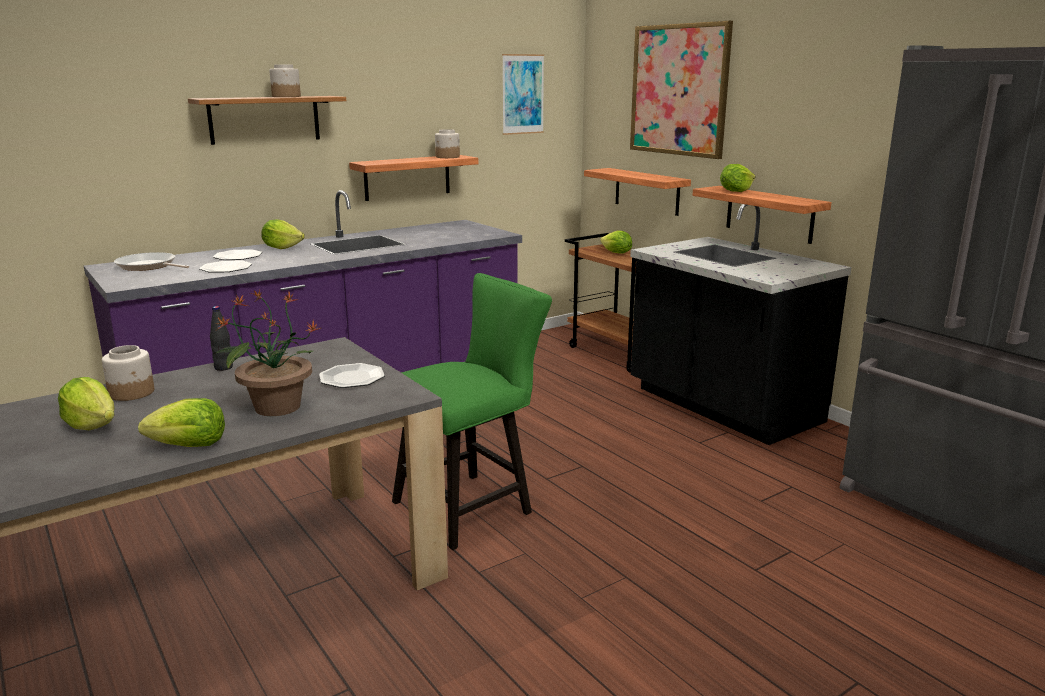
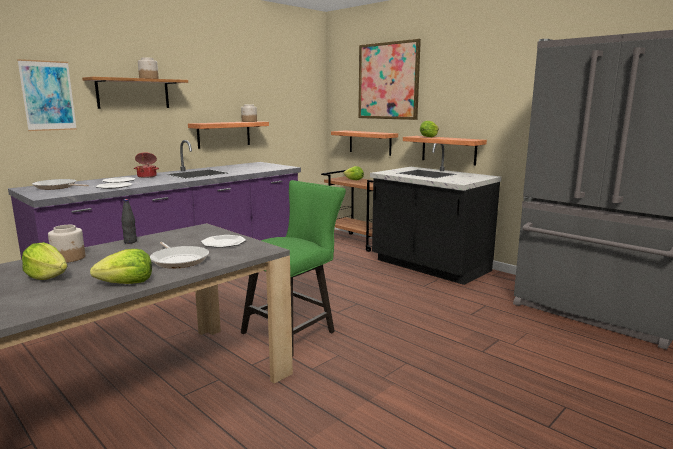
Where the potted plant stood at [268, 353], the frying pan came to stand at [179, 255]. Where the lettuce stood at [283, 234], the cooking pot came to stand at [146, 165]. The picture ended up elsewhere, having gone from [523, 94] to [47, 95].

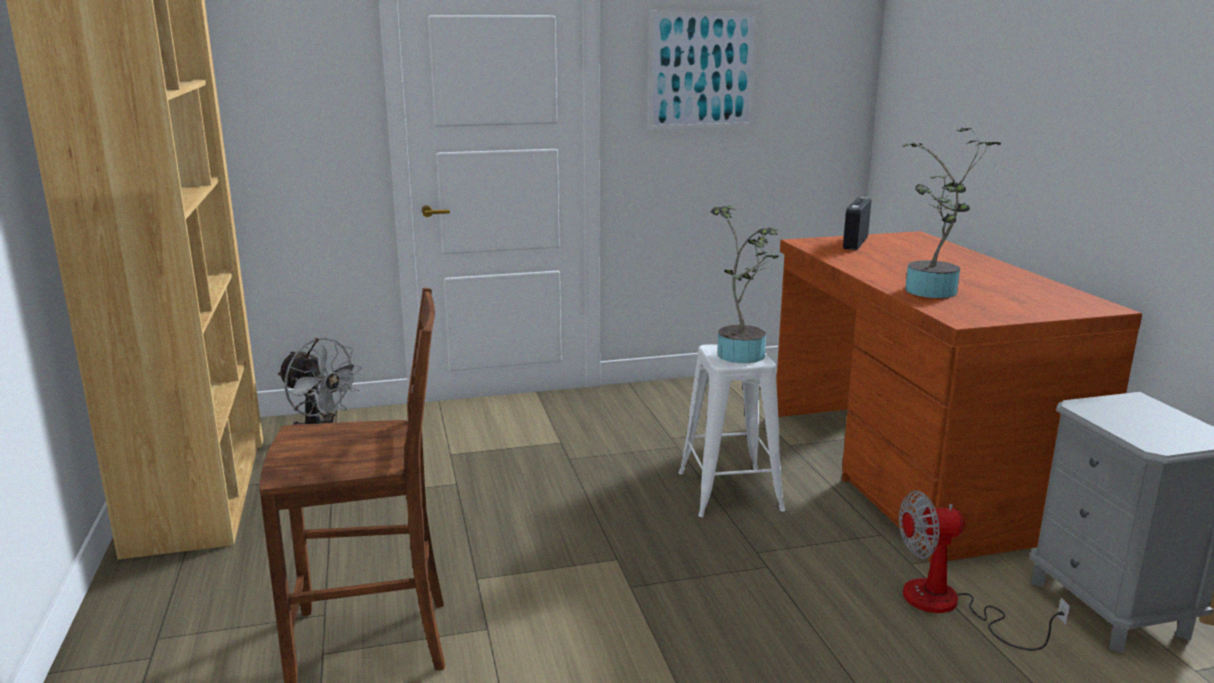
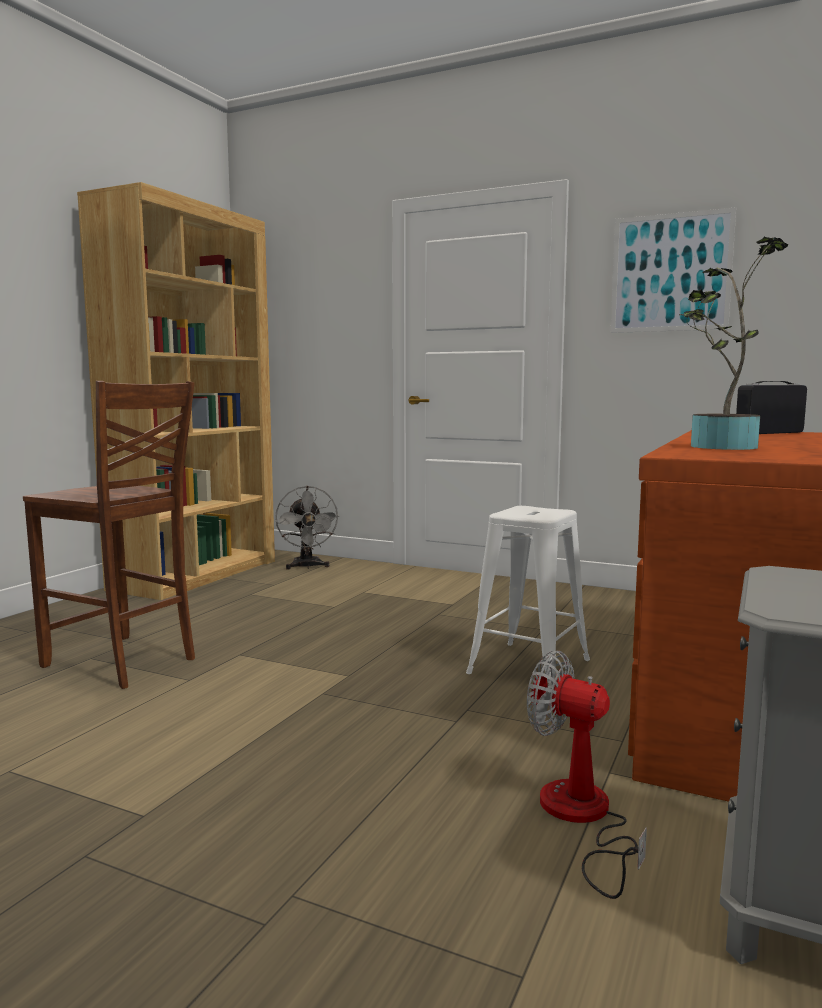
The second view lost the potted plant at [745, 284].

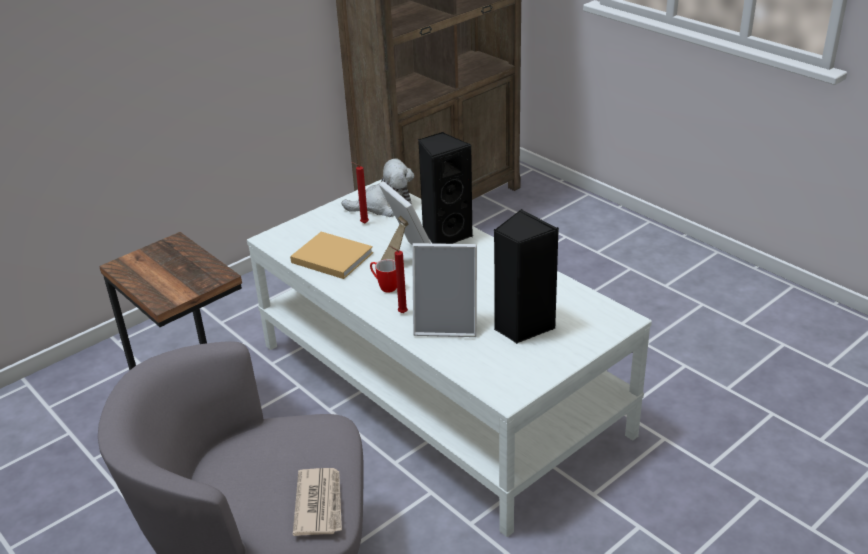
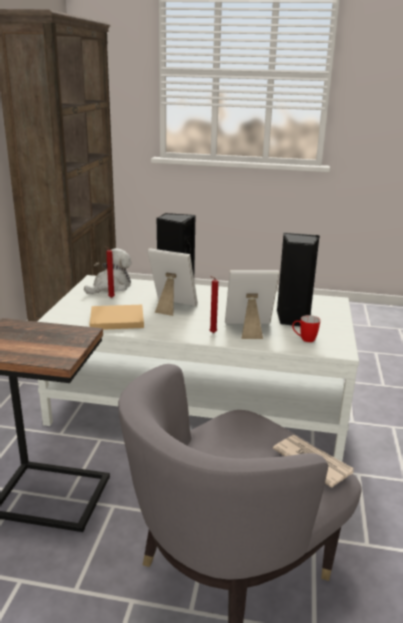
The mug ended up elsewhere, having gone from [383, 276] to [306, 328]. The picture frame at [444, 290] ended up facing another way, 150 degrees counterclockwise from before.

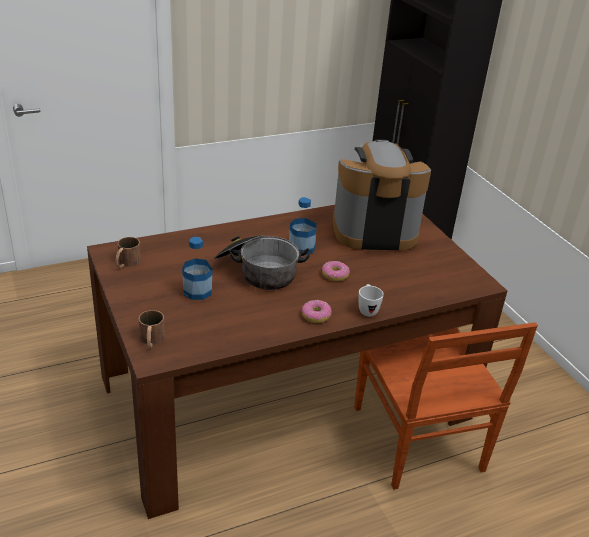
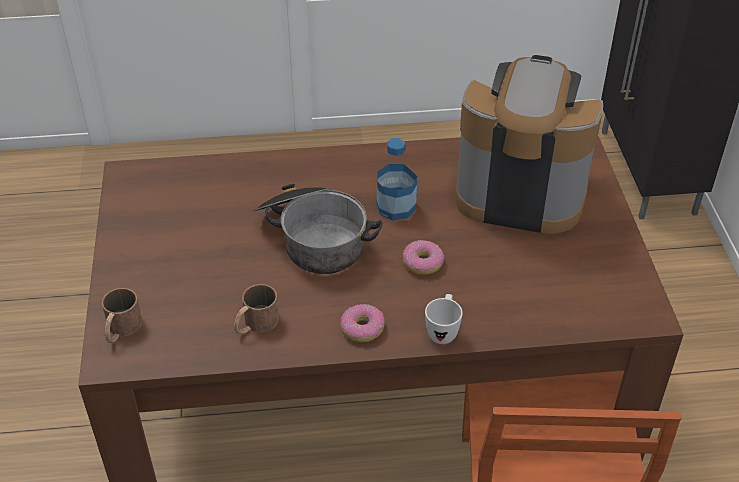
The brown mug ended up elsewhere, having gone from [128, 252] to [256, 309]. The second view lost the bottle at [197, 268].

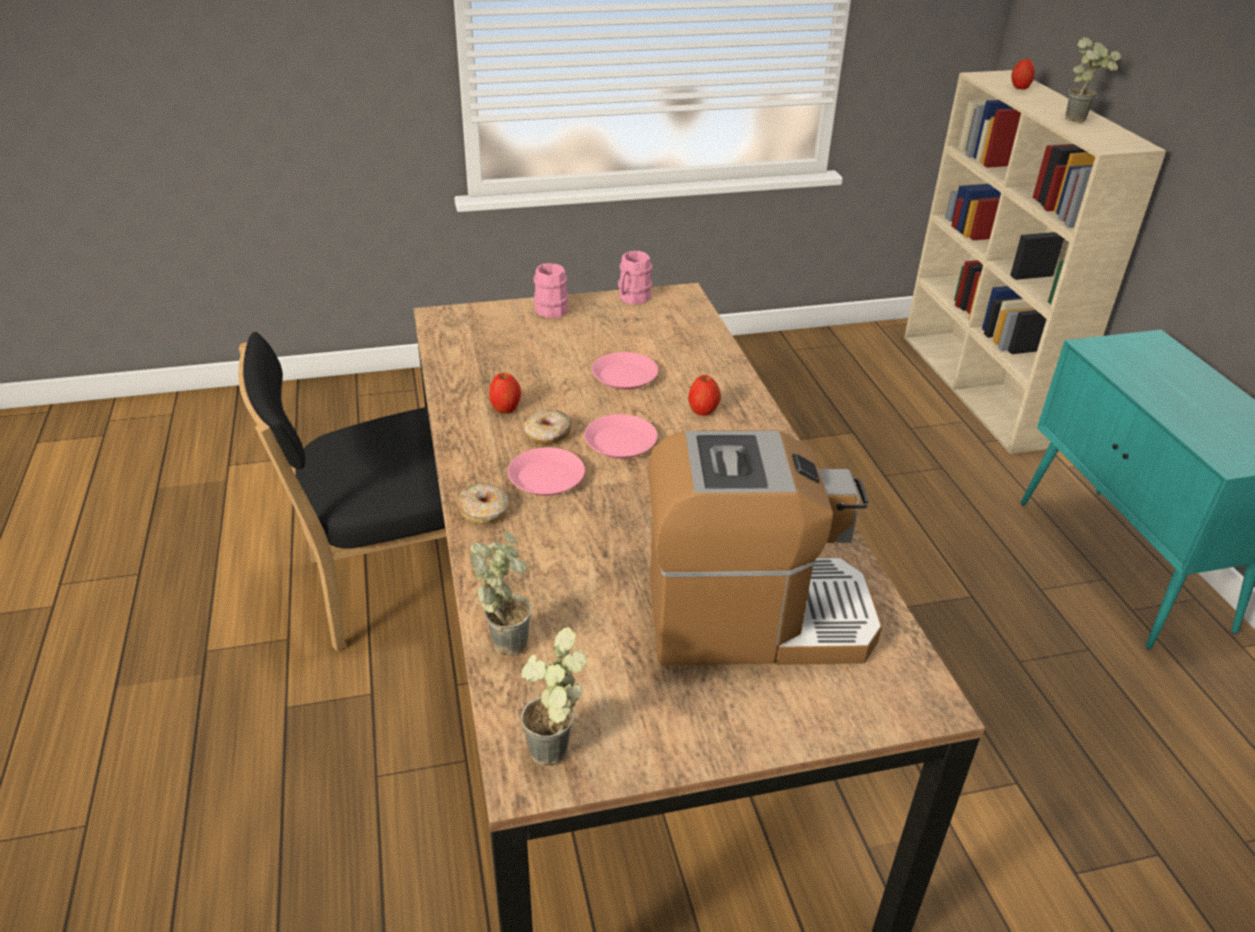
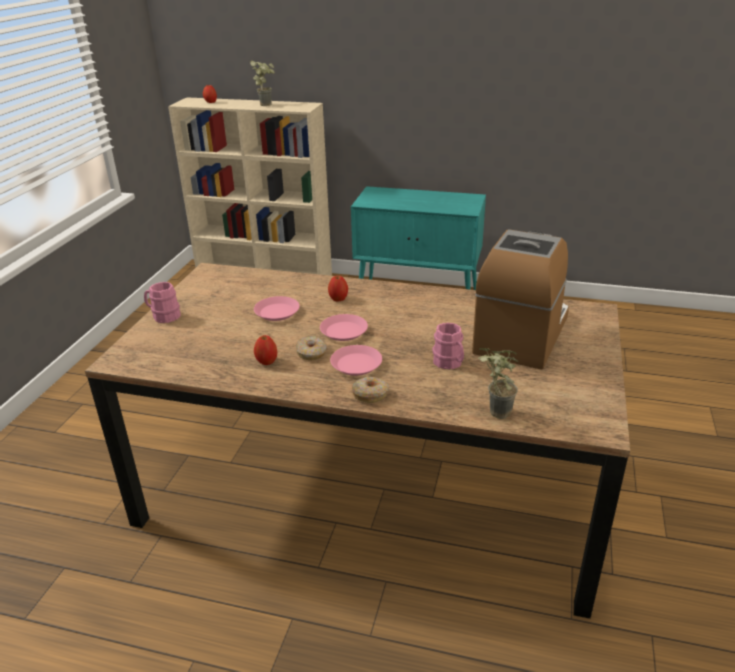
The second view lost the black chair at [342, 491]. The second view lost the potted plant at [554, 696]. The pink mug ended up elsewhere, having gone from [635, 278] to [448, 346].

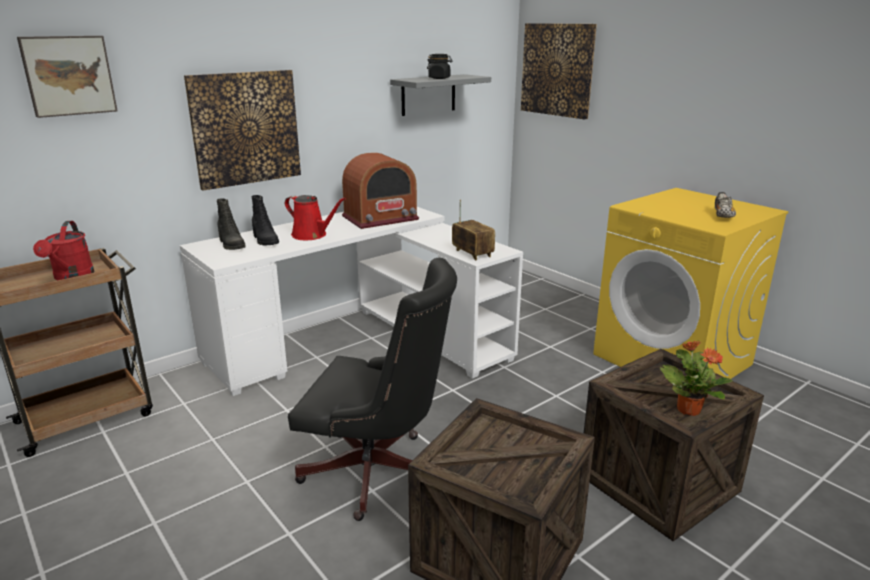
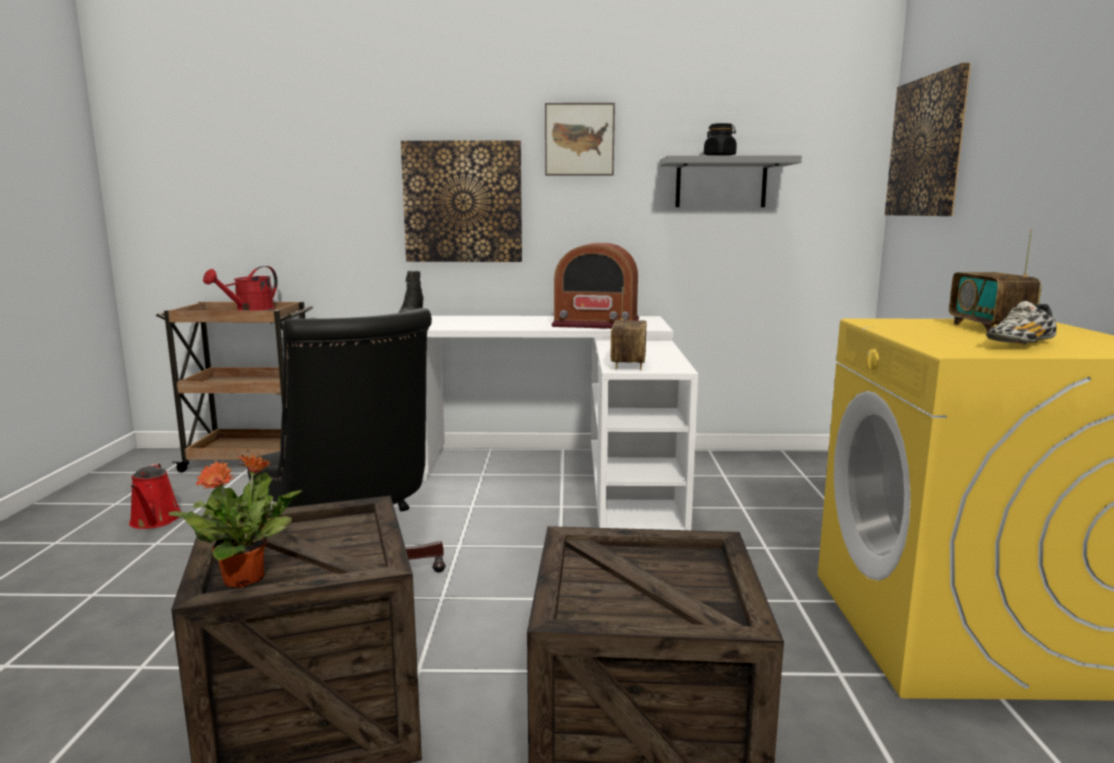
The picture ended up elsewhere, having gone from [67, 77] to [580, 139]. The second view lost the black boot at [265, 220]. The red watering can ended up elsewhere, having gone from [315, 217] to [155, 496]. The potted plant ended up elsewhere, having gone from [696, 378] to [235, 521]. The second view gained the radio at [995, 281].

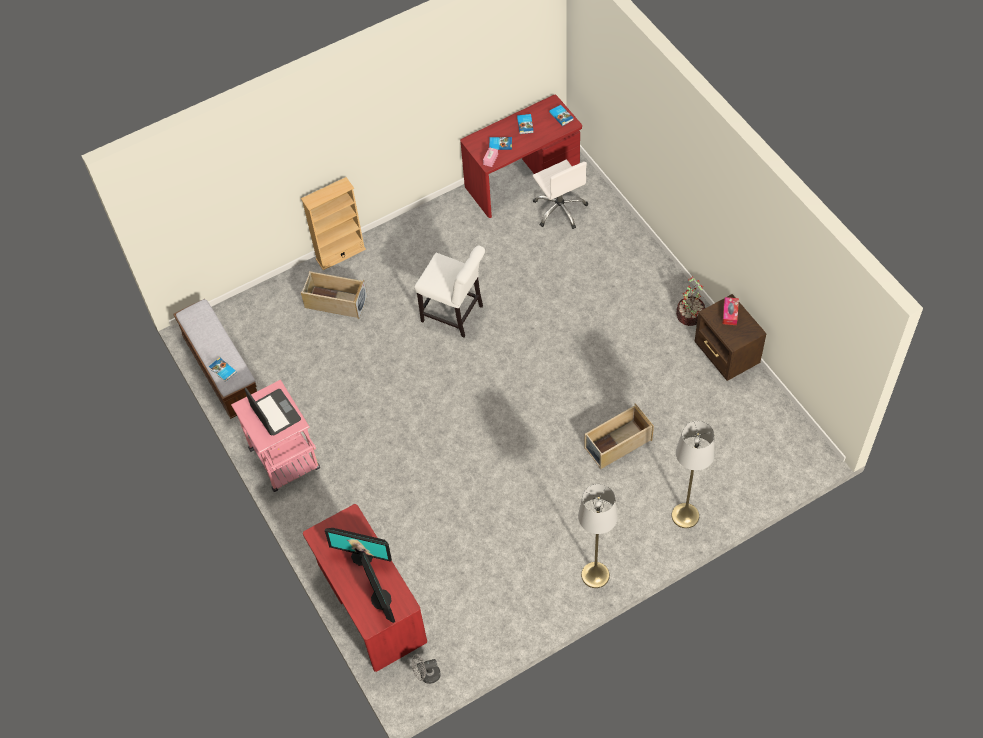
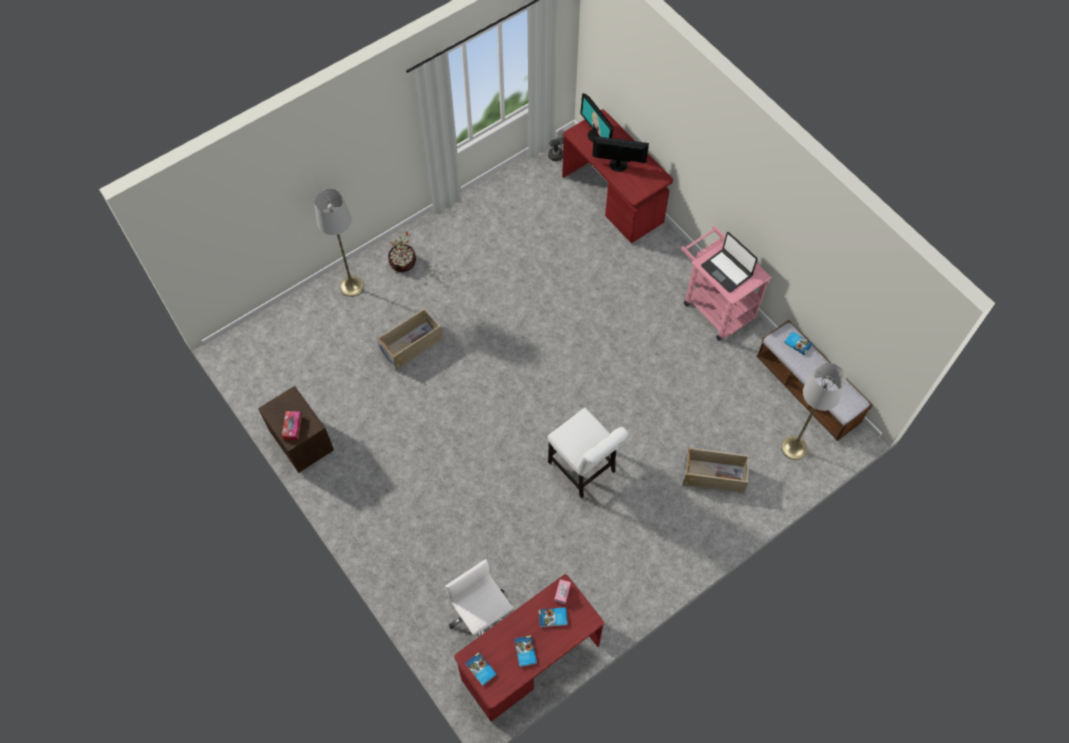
The second view lost the beige bookcase at [333, 223]. The white chair at [450, 291] ended up facing another way, 150 degrees counterclockwise from before. The grey floor lamp ended up elsewhere, having gone from [598, 536] to [813, 411]. The potted plant ended up elsewhere, having gone from [690, 301] to [402, 251].

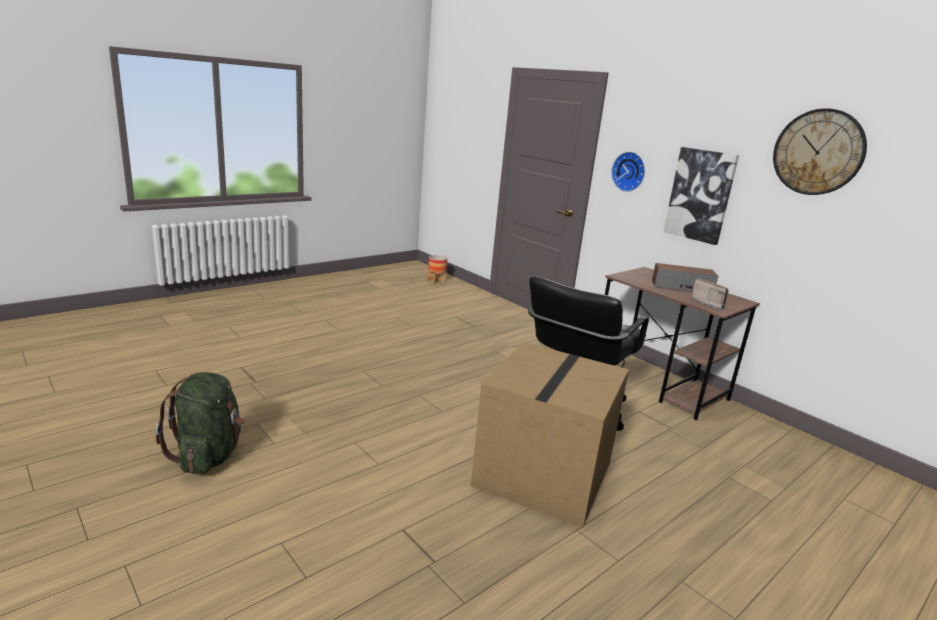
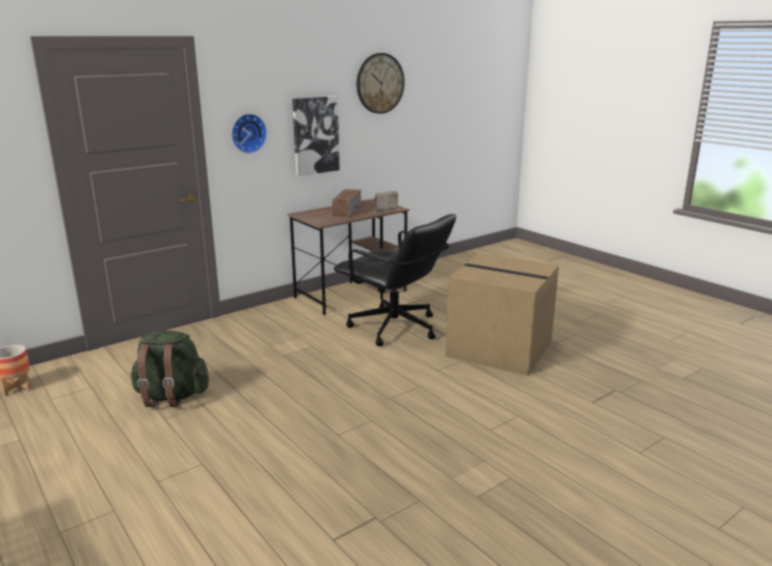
The green backpack ended up elsewhere, having gone from [200, 423] to [170, 368].

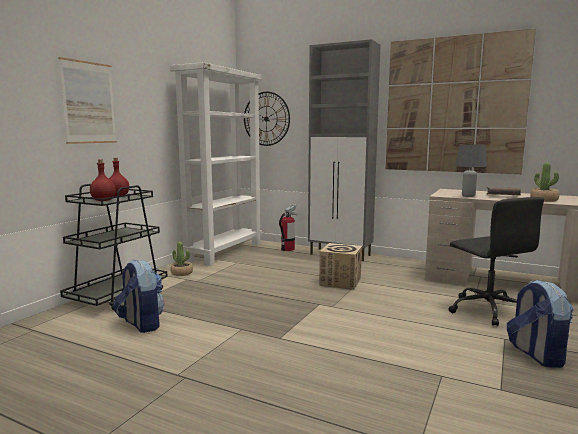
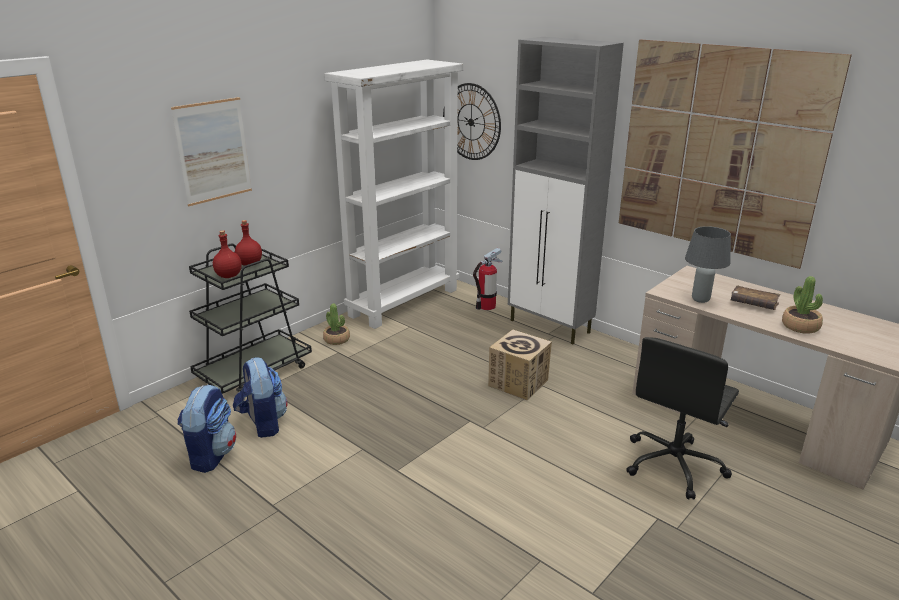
The black office chair at [496, 261] ended up facing another way, 45 degrees clockwise from before. The backpack ended up elsewhere, having gone from [540, 323] to [206, 429].

